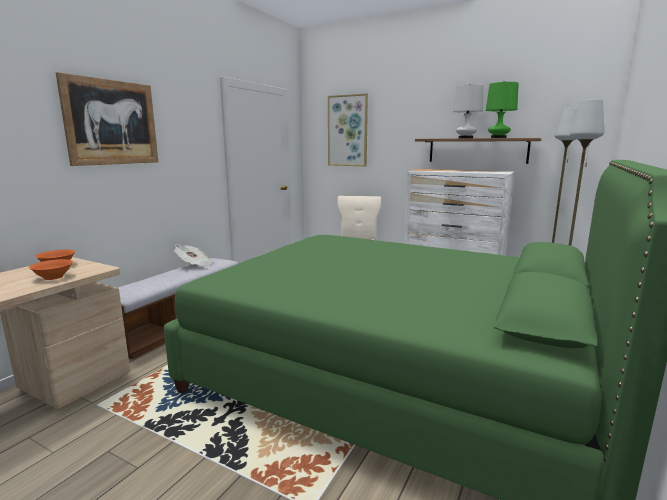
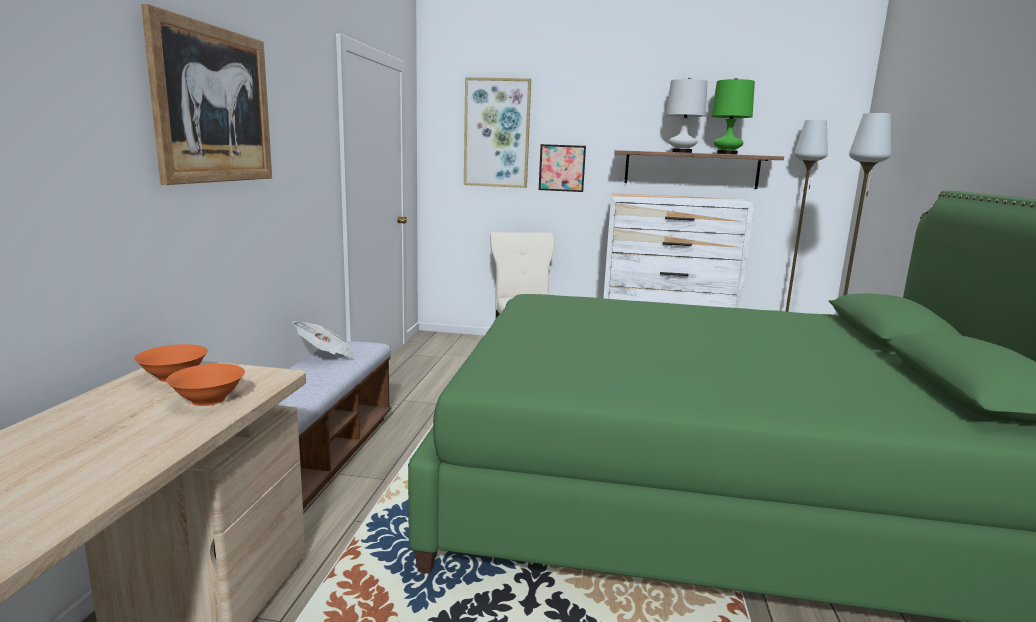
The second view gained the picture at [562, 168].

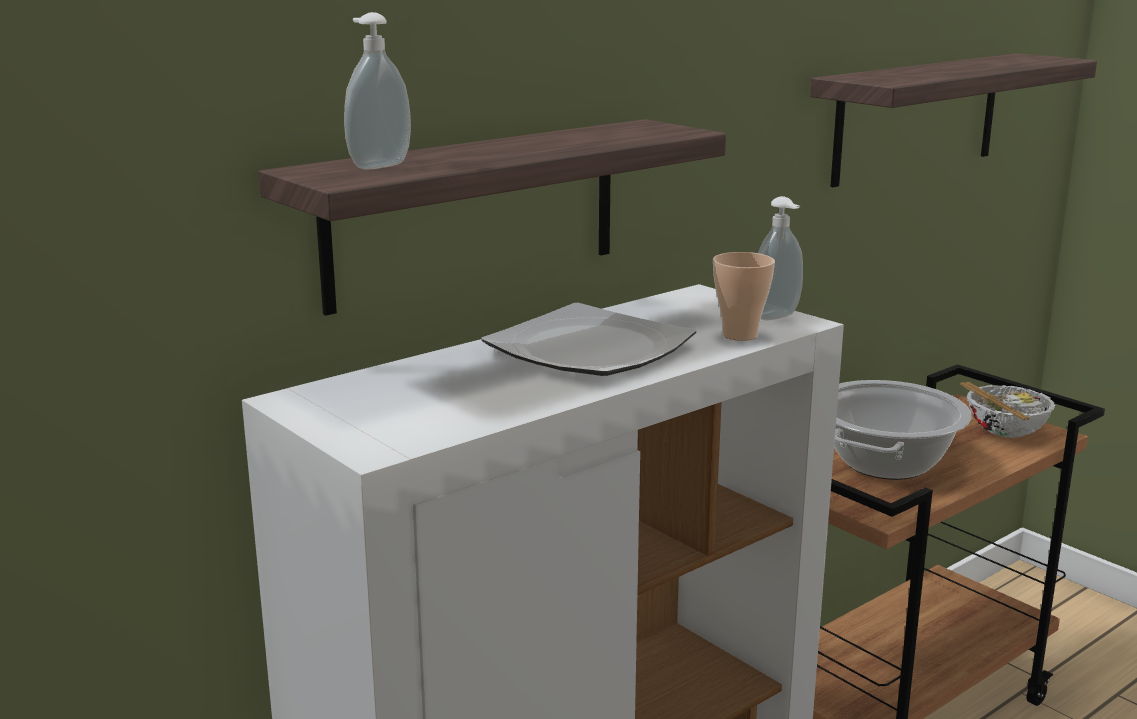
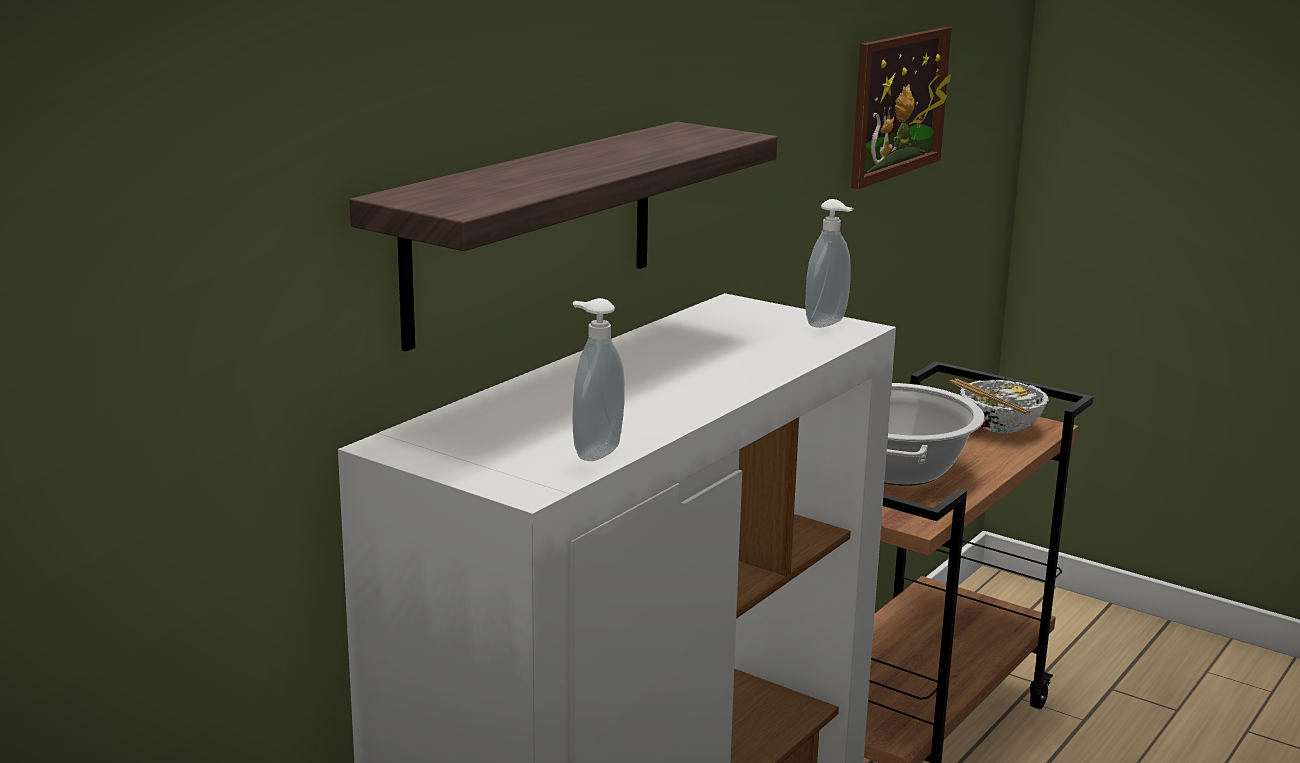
The soap dispenser ended up elsewhere, having gone from [377, 91] to [598, 379]. The second view lost the plate at [588, 339]. The second view lost the cup at [744, 296]. Where the shelf hung at [953, 120], the picture came to hang at [901, 108].

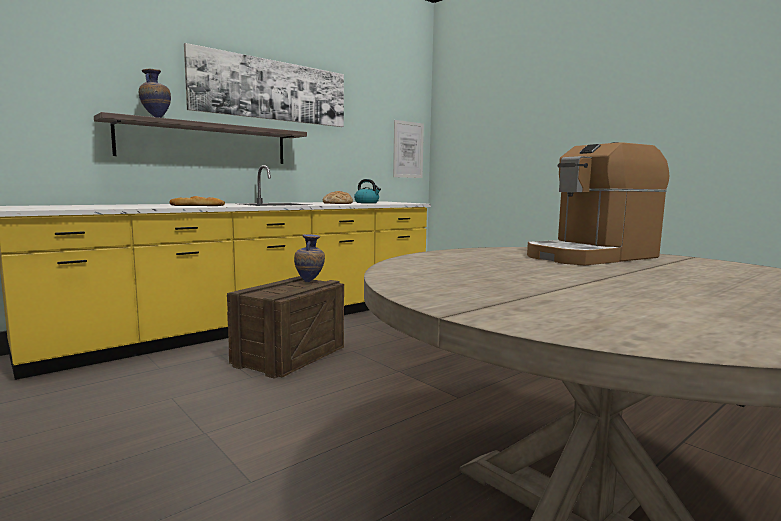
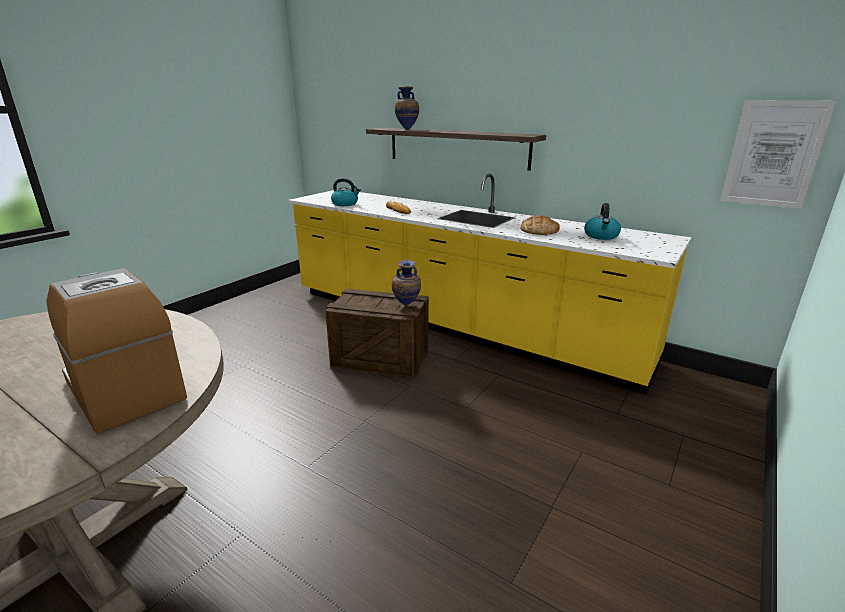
The second view lost the picture at [264, 85]. The second view gained the kettle at [346, 192].

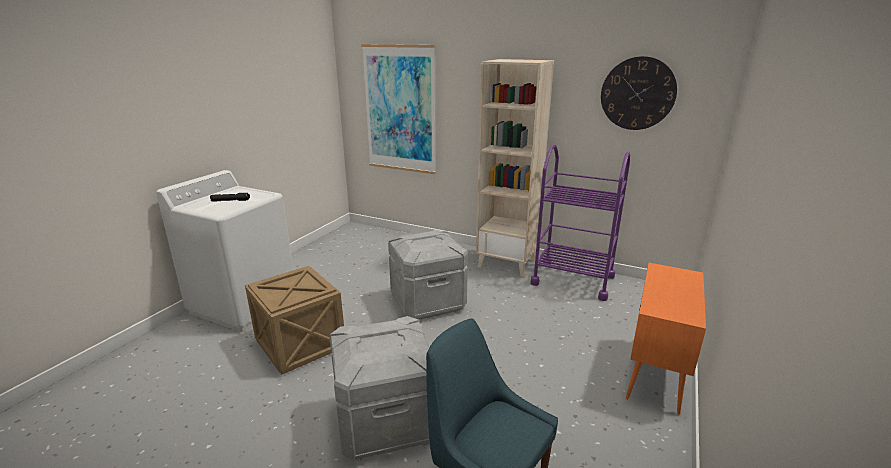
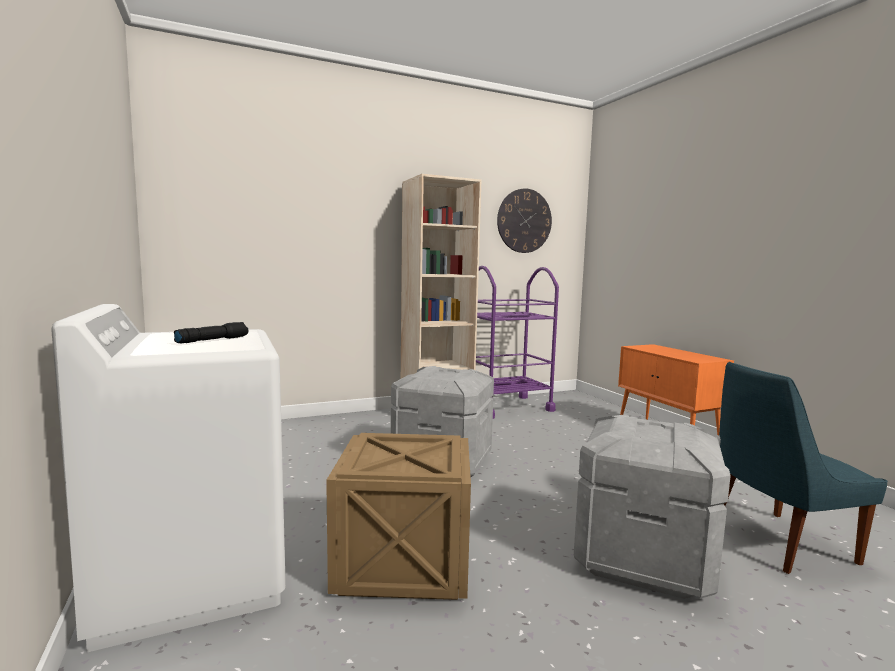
The second view lost the picture at [398, 109].

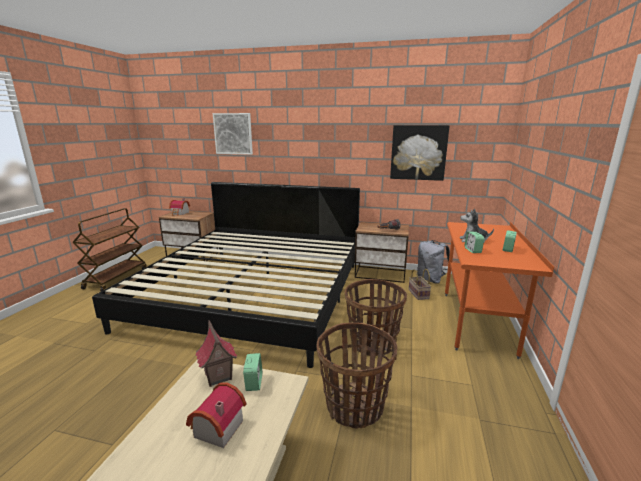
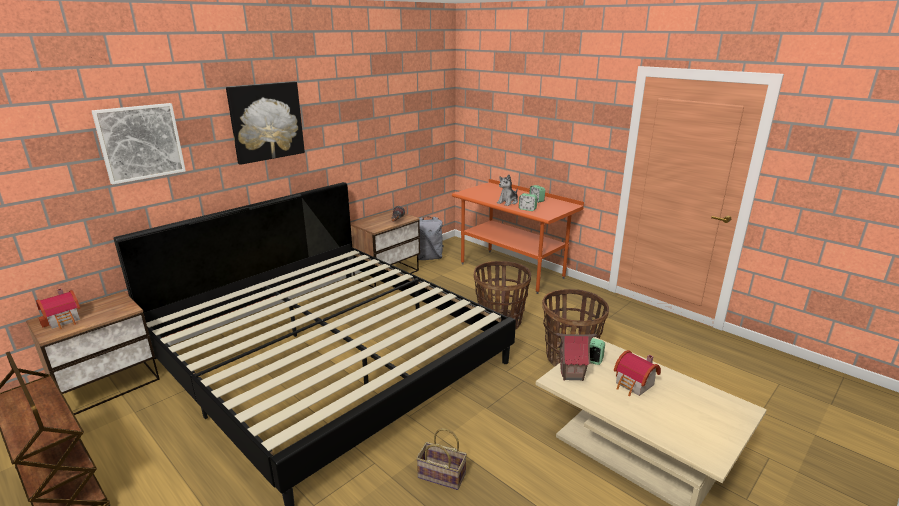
The picture ended up elsewhere, having gone from [420, 153] to [265, 123]. The basket ended up elsewhere, having gone from [420, 284] to [441, 459].

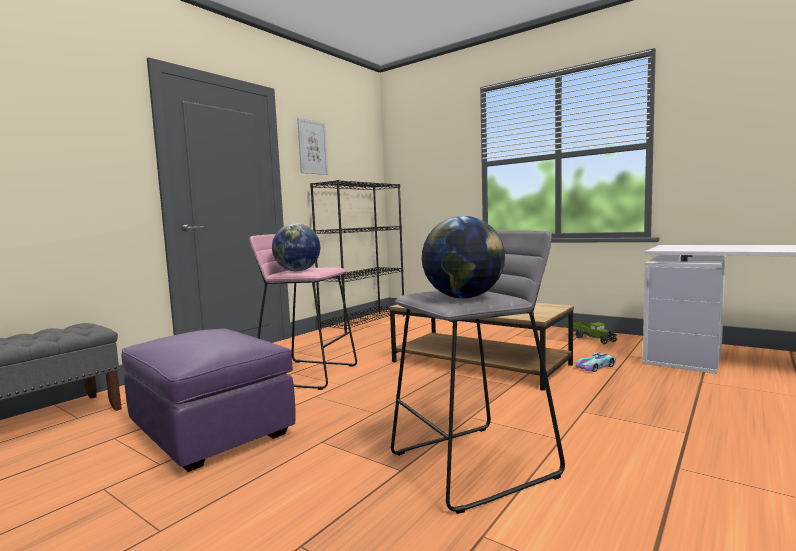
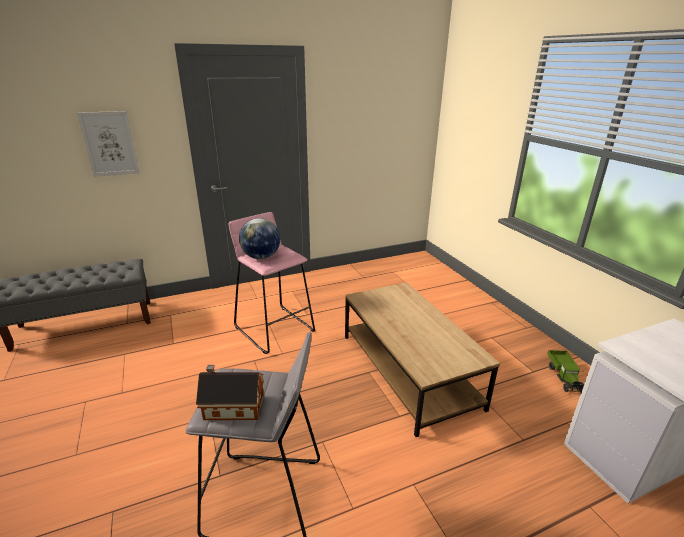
The second view lost the purple ottoman at [208, 400]. The picture ended up elsewhere, having gone from [312, 146] to [108, 144]. The second view lost the black bookcase at [357, 256]. Where the globe stood at [463, 257], the toy house came to stand at [230, 392]. The second view lost the toy car at [595, 362].

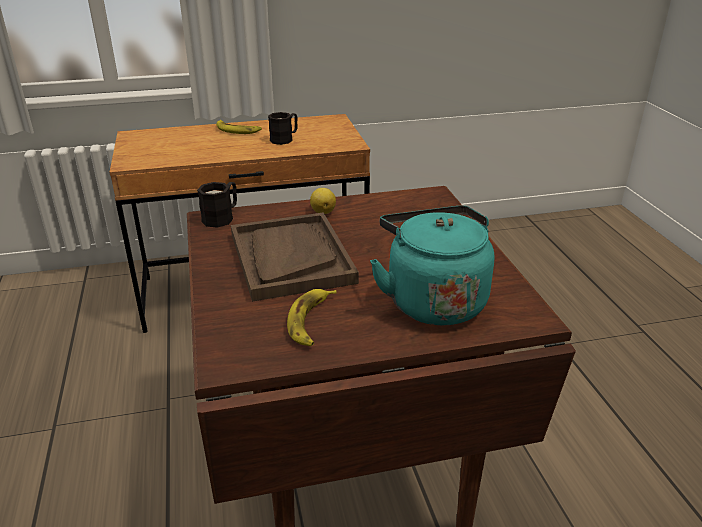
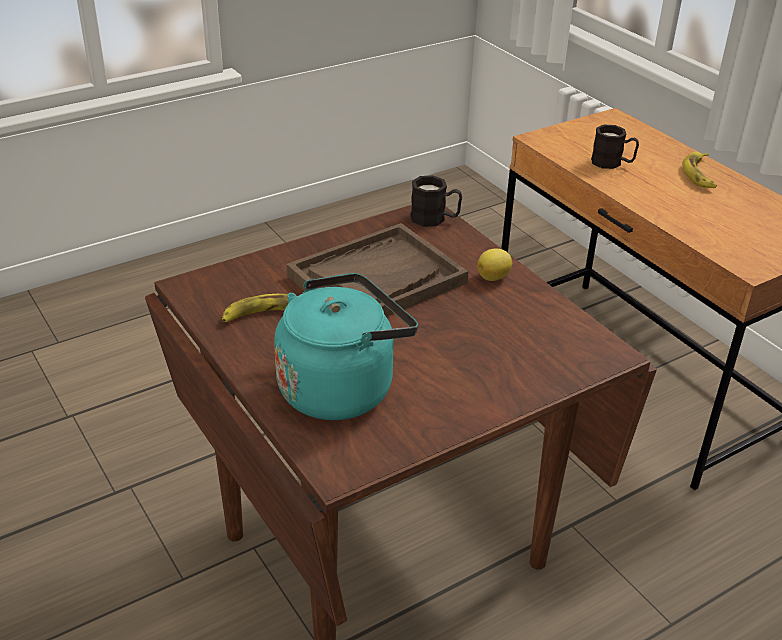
The black mug ended up elsewhere, having gone from [283, 128] to [615, 147].

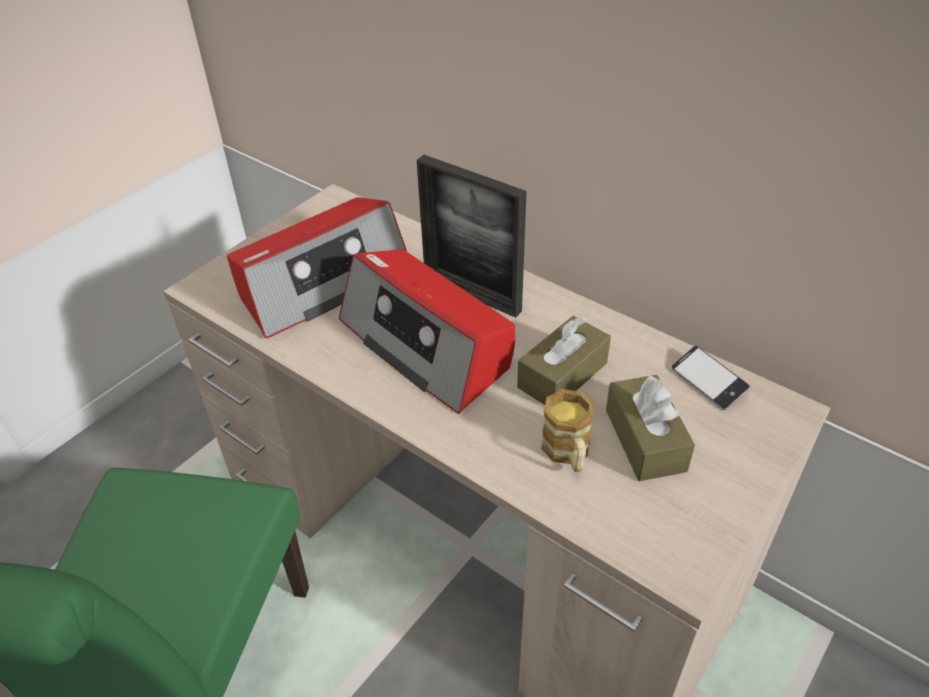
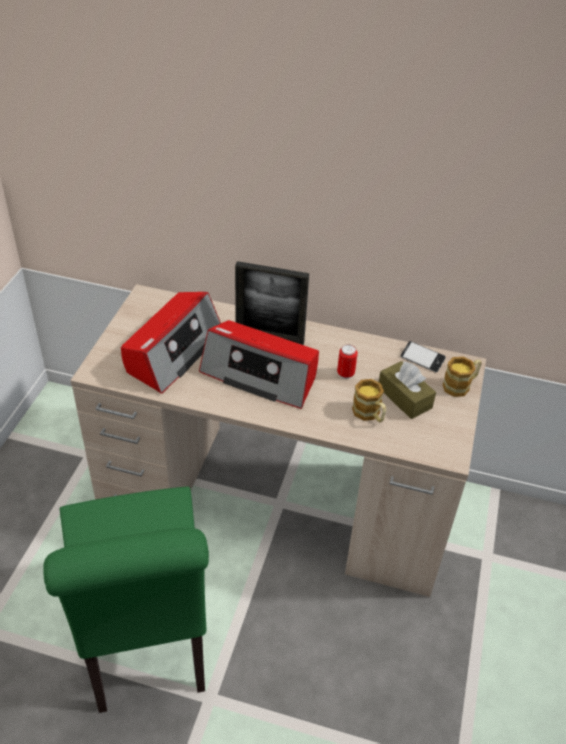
Where the brown tissue box stood at [564, 360], the can came to stand at [347, 362]. The second view gained the mug at [462, 377].

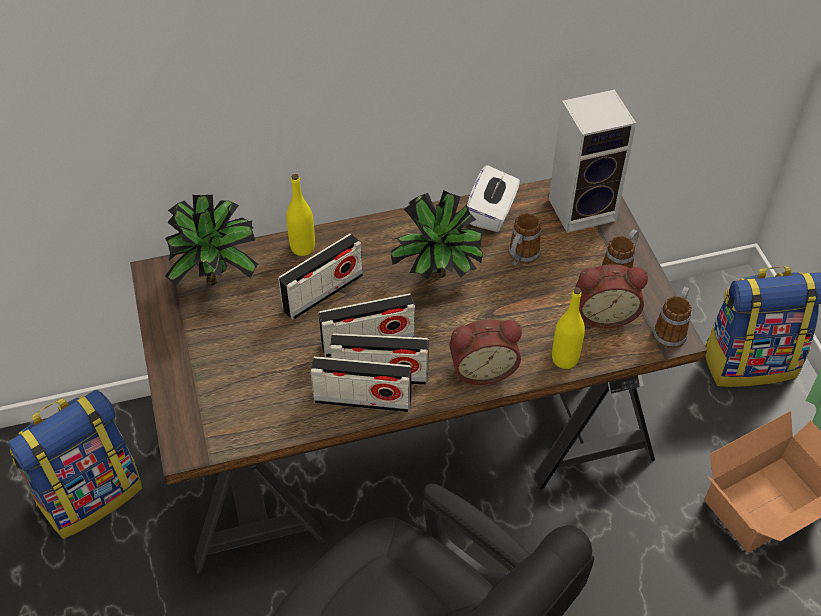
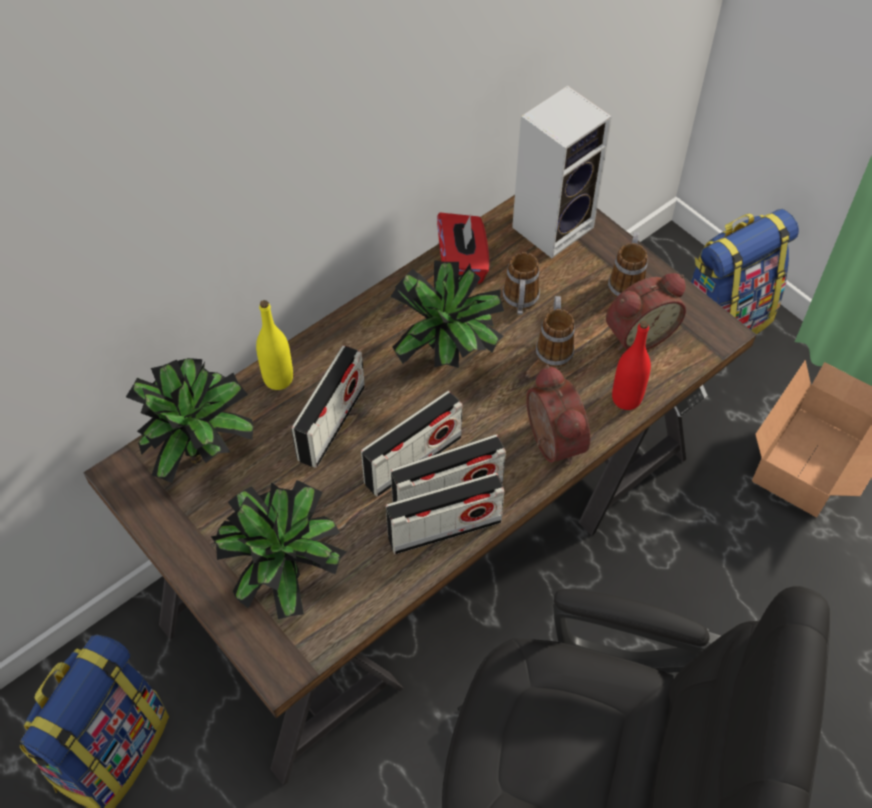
The alarm clock at [485, 352] ended up facing another way, 75 degrees counterclockwise from before. What was the white tissue box at [493, 198] turned into the red tissue box at [463, 248]. What was the yellow bottle at [568, 328] turned into the red bottle at [631, 365]. The mug ended up elsewhere, having gone from [672, 317] to [555, 332]. The second view gained the potted plant at [279, 549].

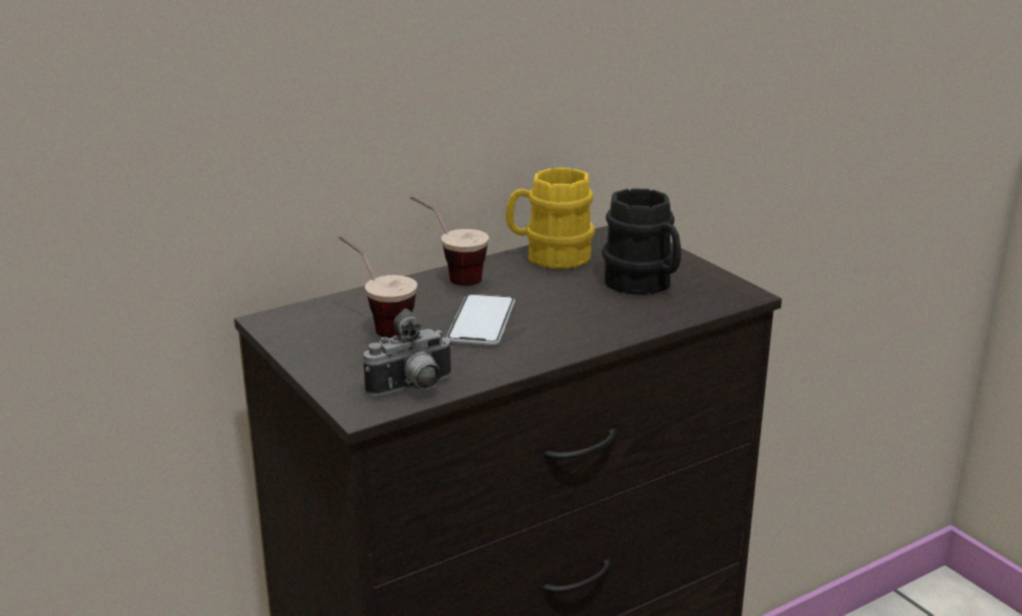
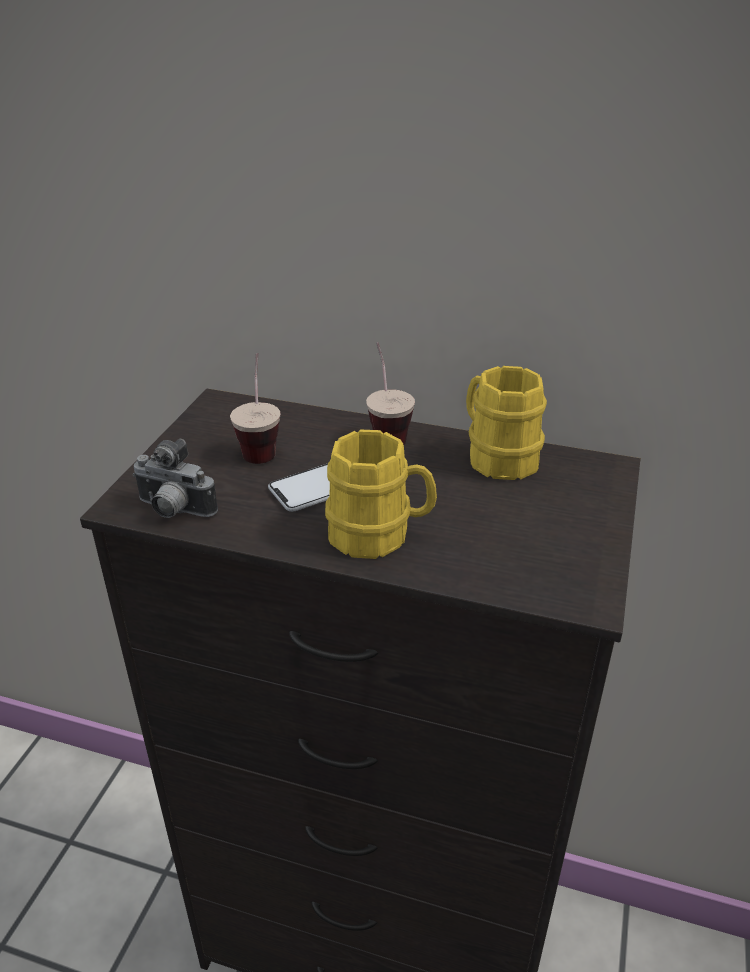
The second view lost the black mug at [641, 241]. The second view gained the yellow mug at [381, 494].

